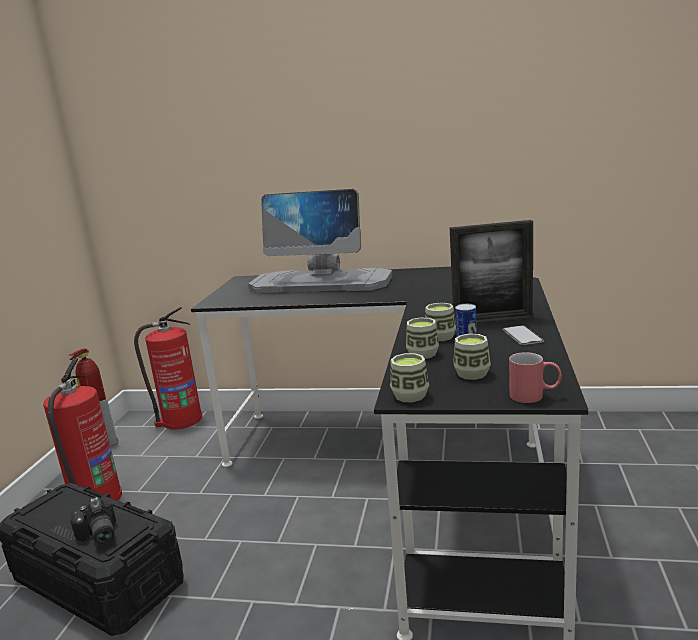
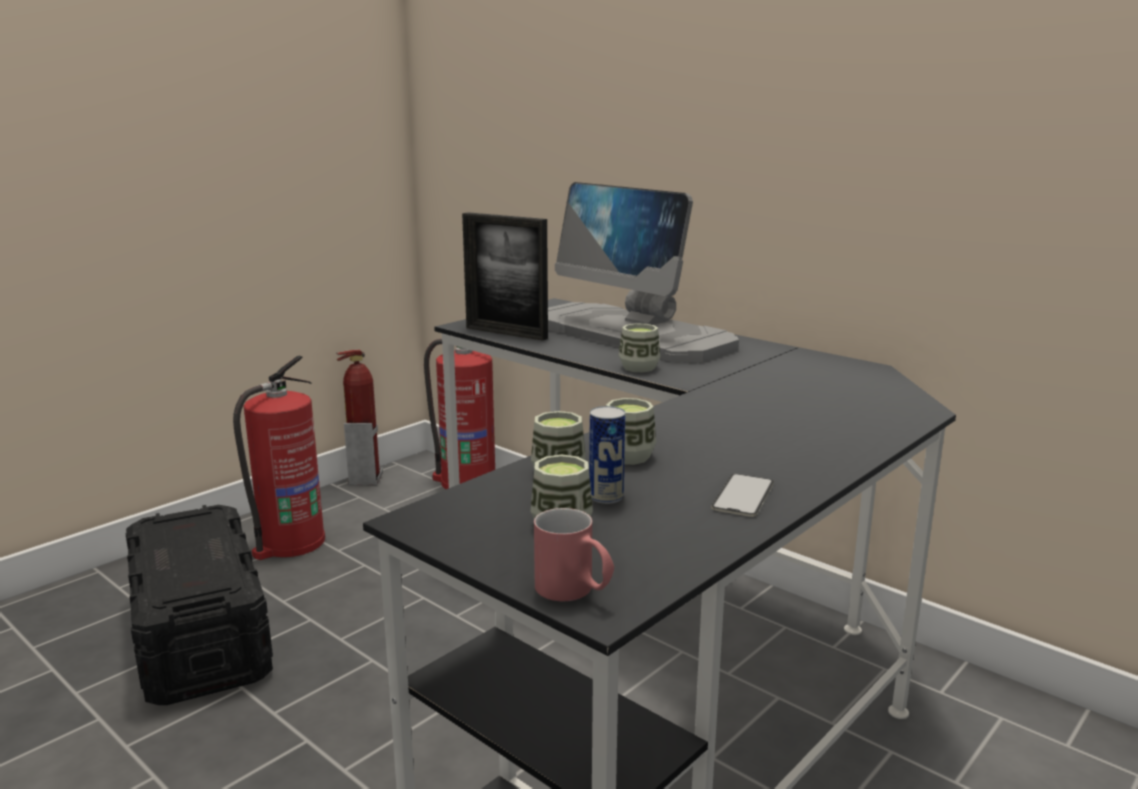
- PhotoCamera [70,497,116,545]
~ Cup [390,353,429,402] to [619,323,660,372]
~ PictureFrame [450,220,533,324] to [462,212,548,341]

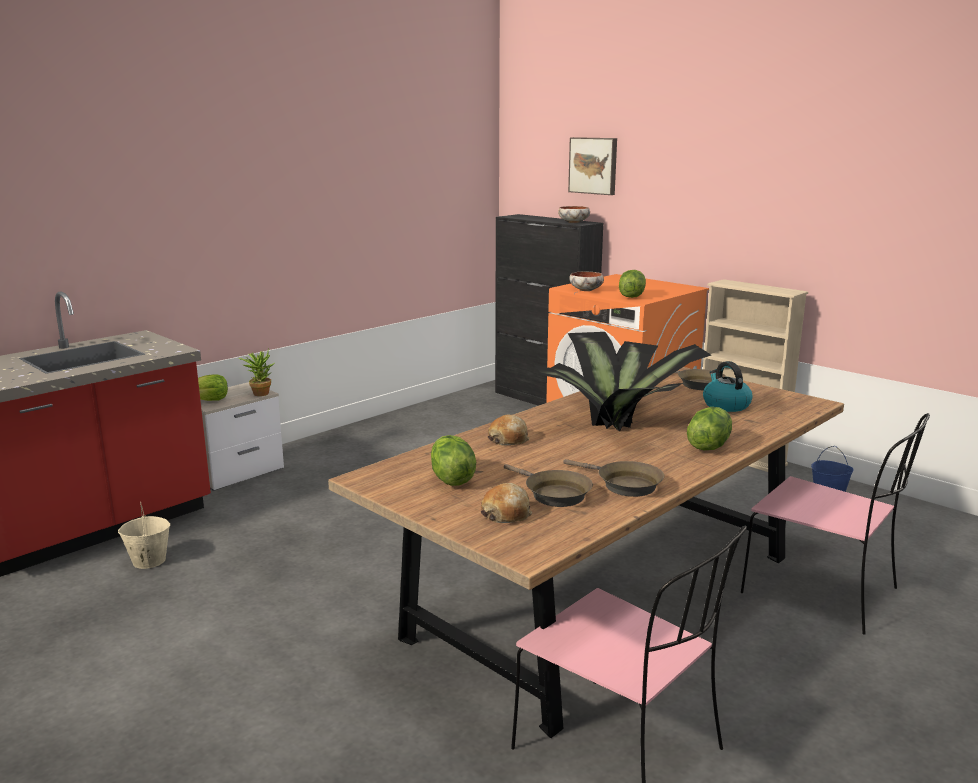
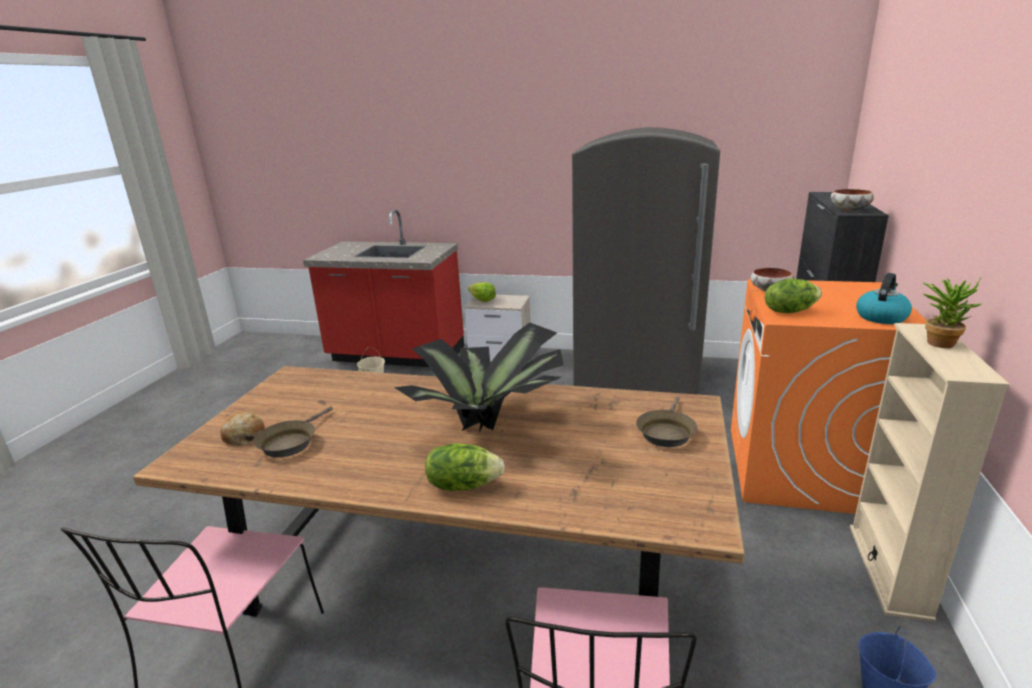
- Lettuce [431,435,476,486]
- Bread [488,414,530,445]
- BrownFryingPan [563,459,664,497]
- Picture [568,137,617,195]
+ GreyFridge [572,127,720,395]
~ PottedPlant [239,348,275,396] to [922,278,983,348]
~ Kettle [703,361,752,412] to [856,273,912,324]

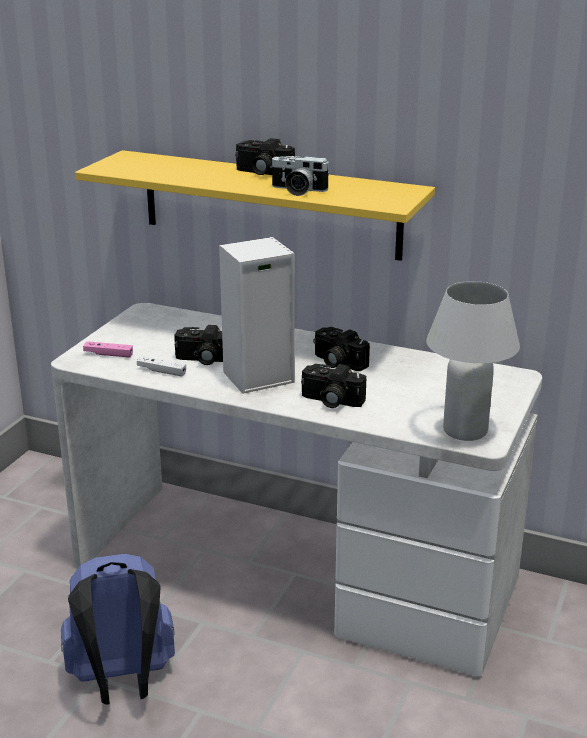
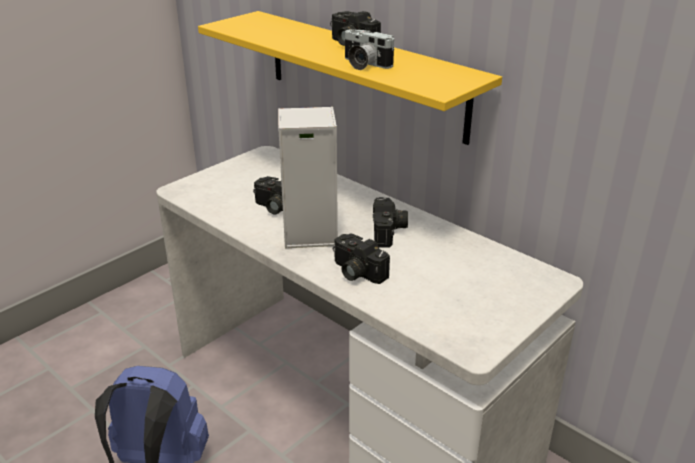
- PinkGameController [83,341,133,358]
- WhiteGameController [137,356,186,376]
- WhiteTableLamp [426,281,520,441]
~ PhotoCamera [313,327,370,371] = [373,197,408,248] 150 degrees counterclockwise

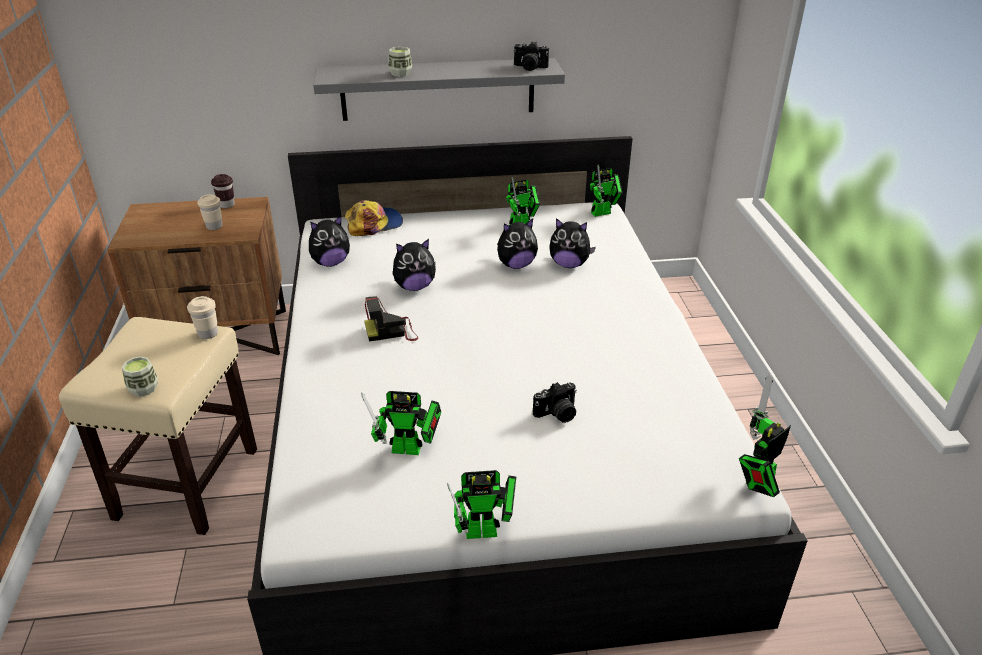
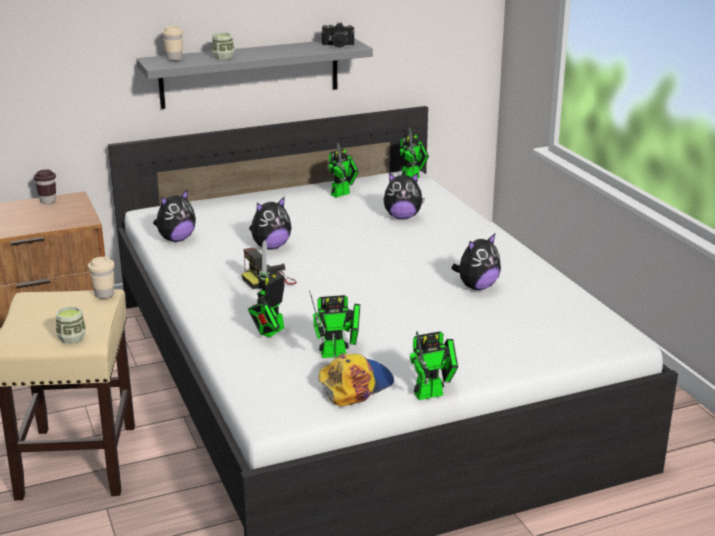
- PhotoCamera [533,382,577,423]
~ BeigeCup [197,194,222,230] to [162,26,183,61]
~ Cap [345,200,403,236] to [318,353,394,406]
~ PlushToy [497,219,538,269] to [451,234,501,290]
~ ToyRobot [739,374,791,497] to [248,240,285,338]

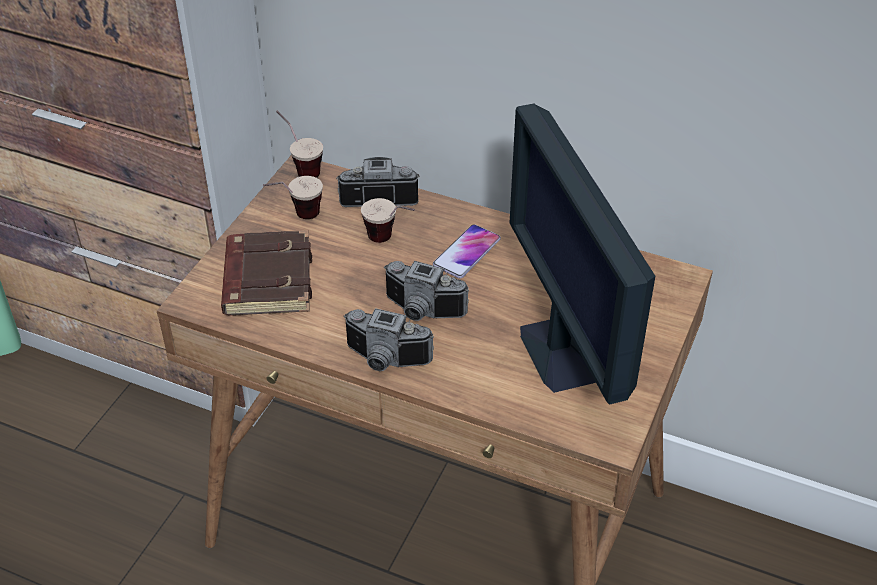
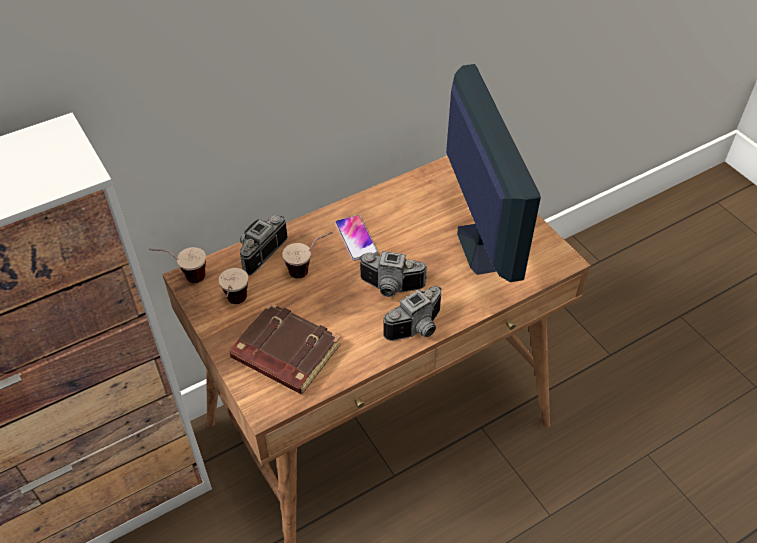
~ PhotoCamera [384,261,469,321] = [358,251,428,297] 45 degrees clockwise
~ Monitor [509,104,655,404] = [446,64,541,282] 120 degrees counterclockwise

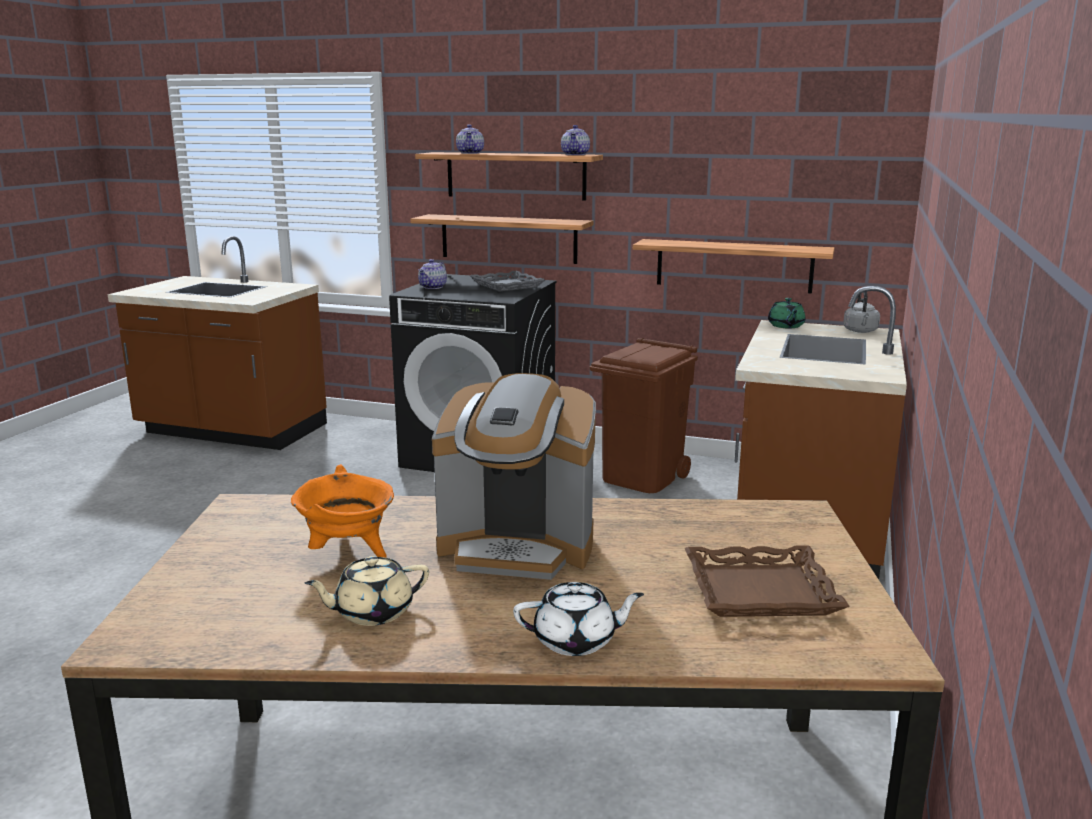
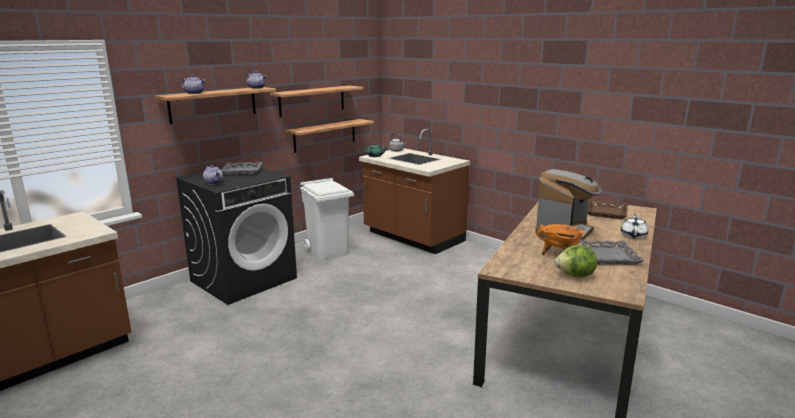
+ Lettuce [555,245,597,278]
~ Shelf [410,214,593,264] to [270,86,363,117]
~ BeigeTeapot [305,556,429,626] to GreyTray [580,240,644,265]
~ BrownTrashCan [590,338,698,493] to WhiteTrashCan [300,178,354,259]

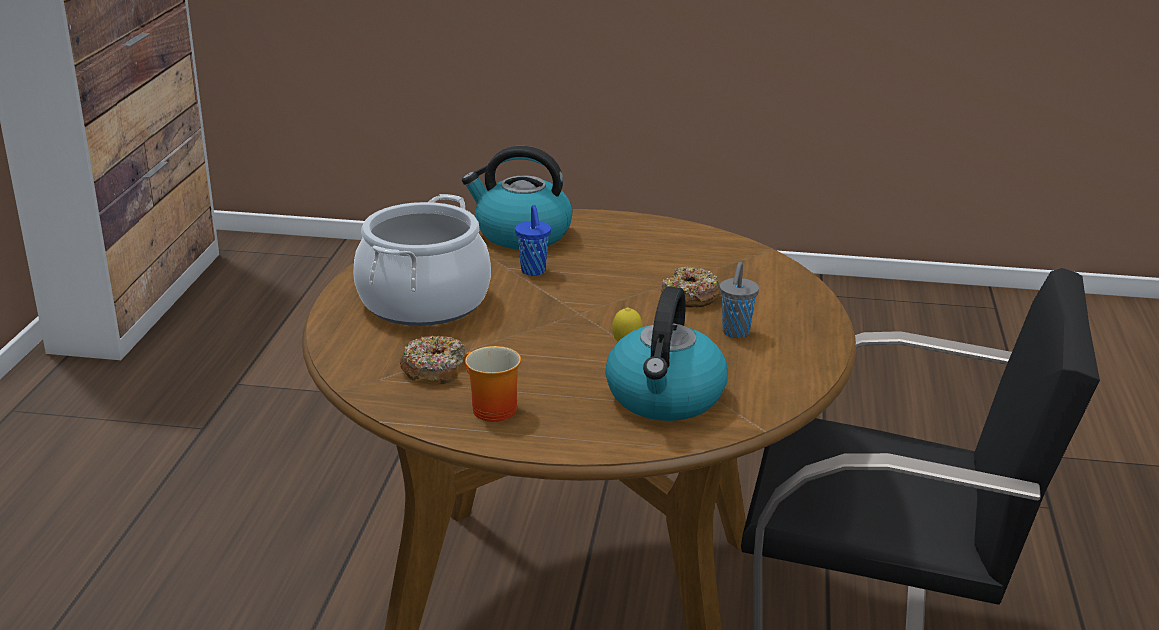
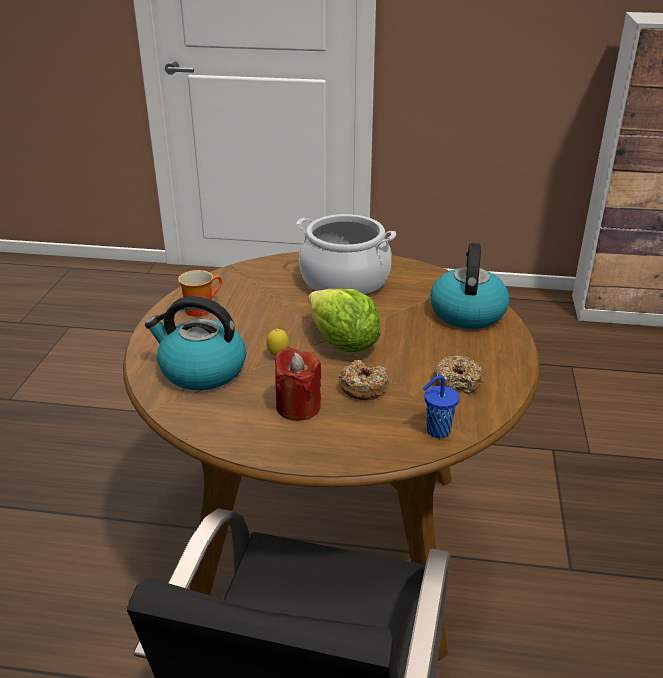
+ Lettuce [309,289,380,352]
~ Donut [399,336,466,384] to [433,355,483,394]
~ BlueCup [515,205,551,276] to [423,375,459,438]
~ GreyCup [720,262,759,338] to RedCandle [274,347,322,421]

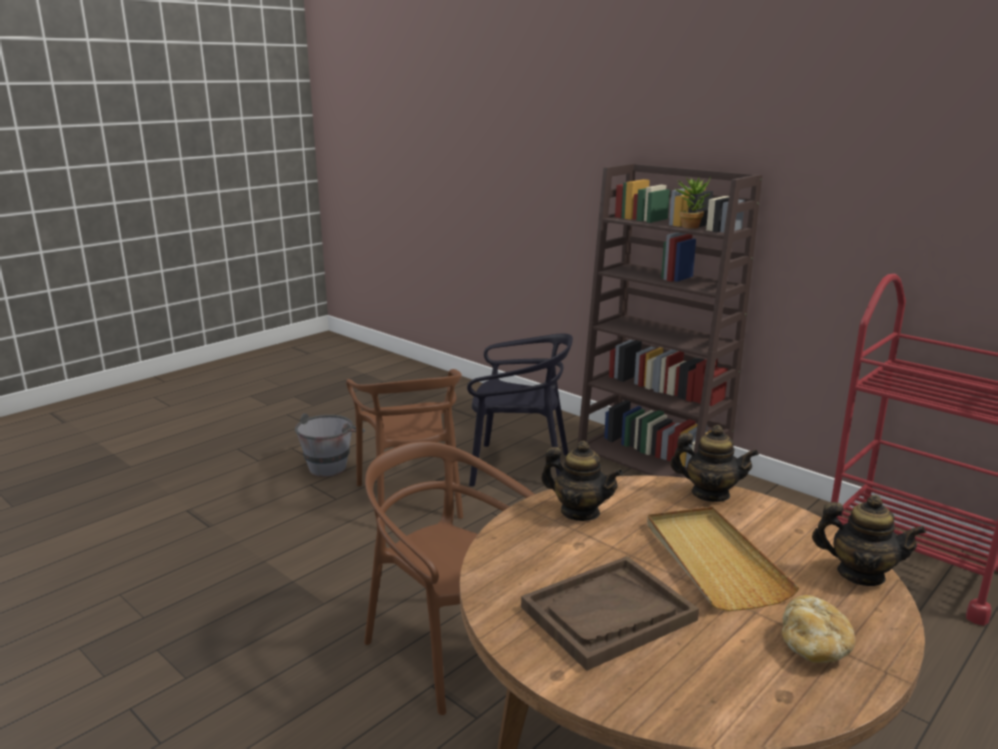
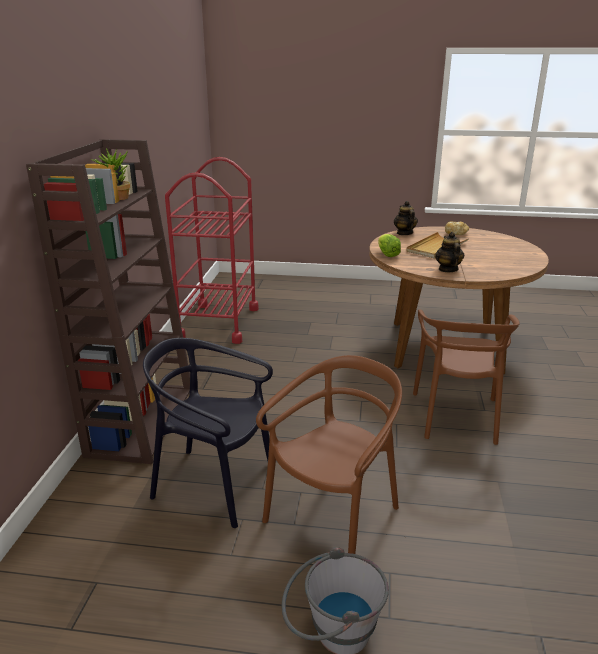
- BrownTray [521,556,699,671]
~ Teapot [670,425,759,502] to Lettuce [378,234,401,257]
~ BlackChair [467,333,573,487] = [143,338,273,528] 45 degrees counterclockwise

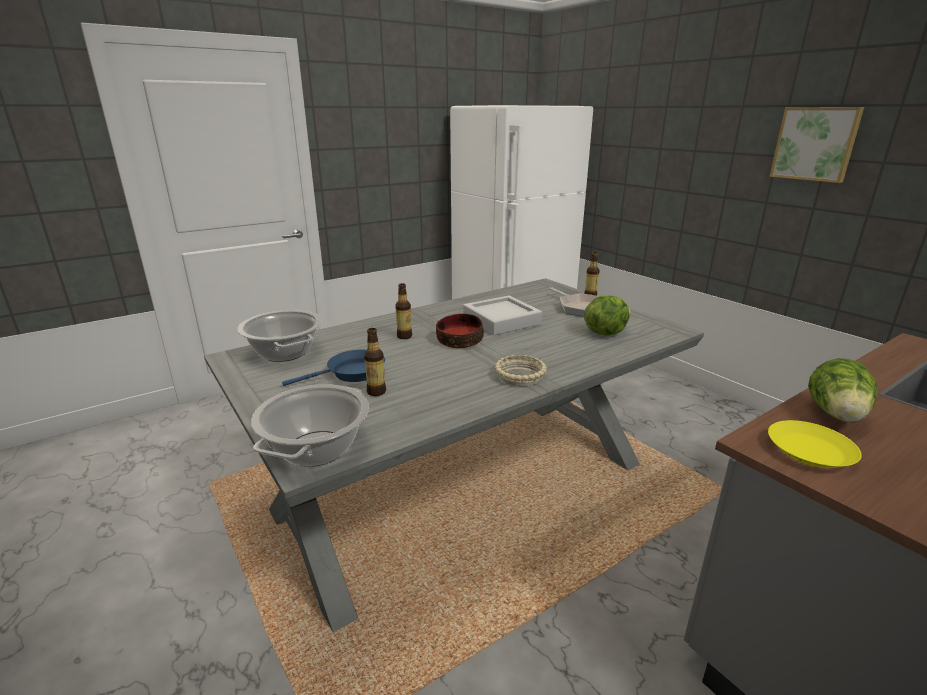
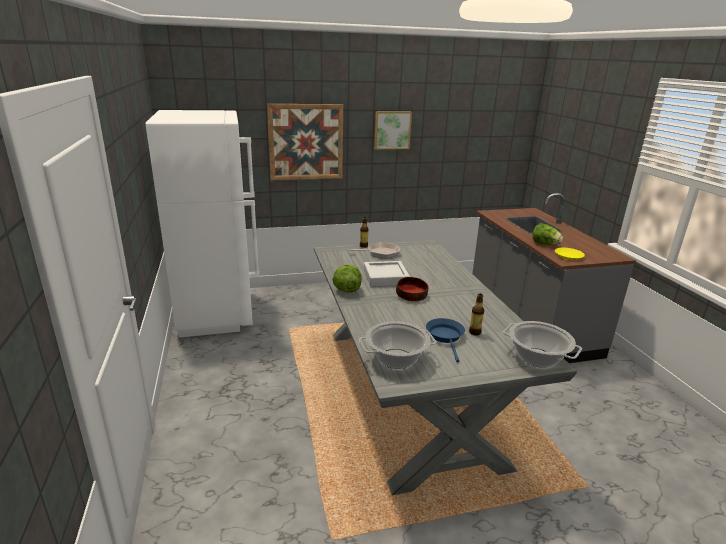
- Bottle [395,283,412,339]
- BeigeBowl [495,355,547,386]
+ Picture [267,104,343,180]
~ Lettuce [584,295,631,336] to [333,265,362,293]

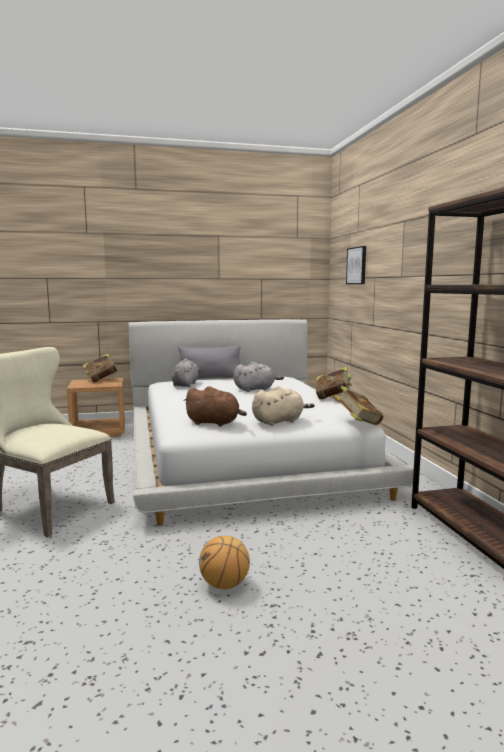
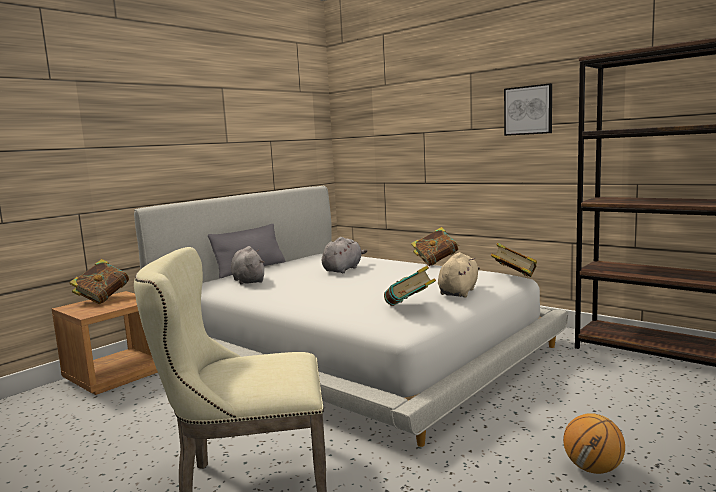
~ Picture [346,246,366,284] to [504,83,552,136]
~ BrownPlushToy [184,386,247,426] to Book [384,266,436,306]

